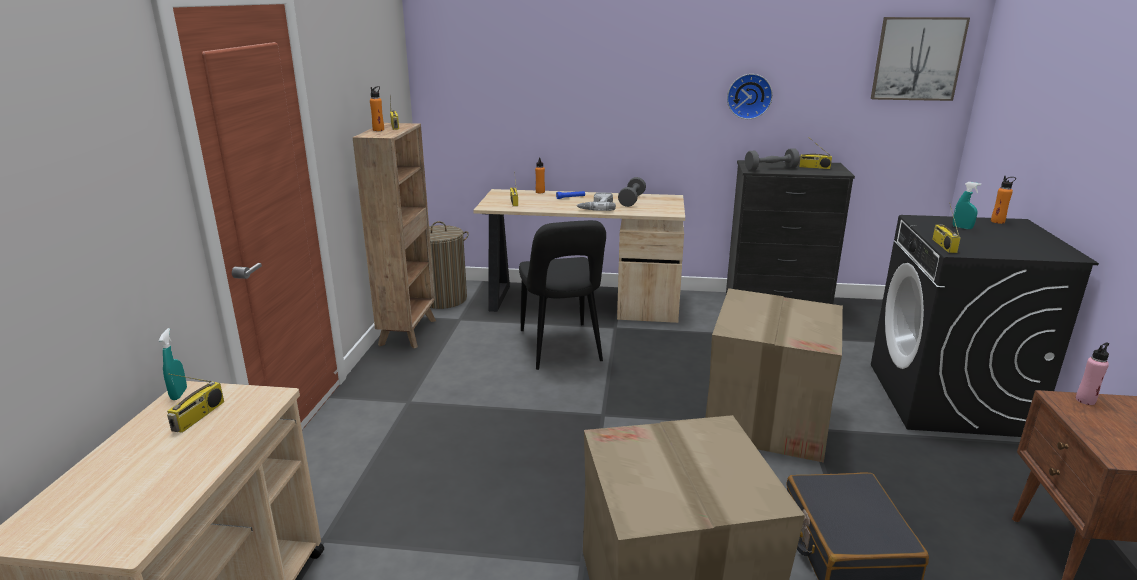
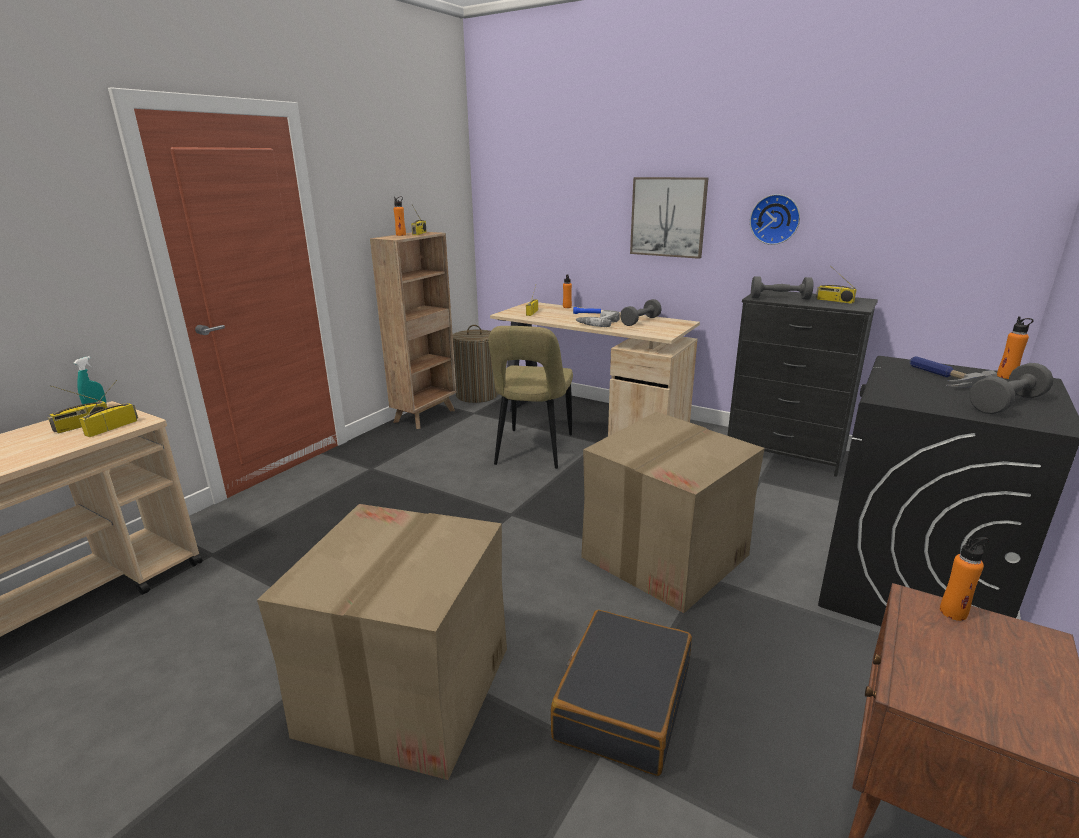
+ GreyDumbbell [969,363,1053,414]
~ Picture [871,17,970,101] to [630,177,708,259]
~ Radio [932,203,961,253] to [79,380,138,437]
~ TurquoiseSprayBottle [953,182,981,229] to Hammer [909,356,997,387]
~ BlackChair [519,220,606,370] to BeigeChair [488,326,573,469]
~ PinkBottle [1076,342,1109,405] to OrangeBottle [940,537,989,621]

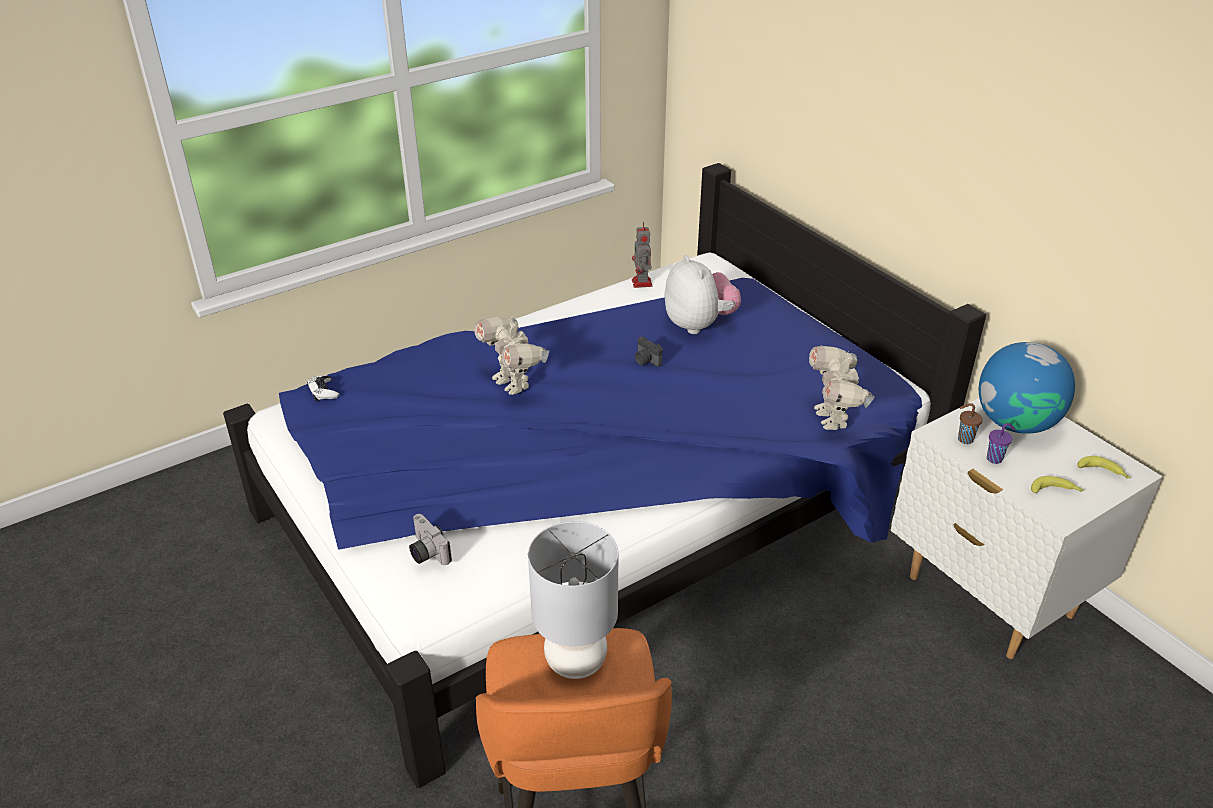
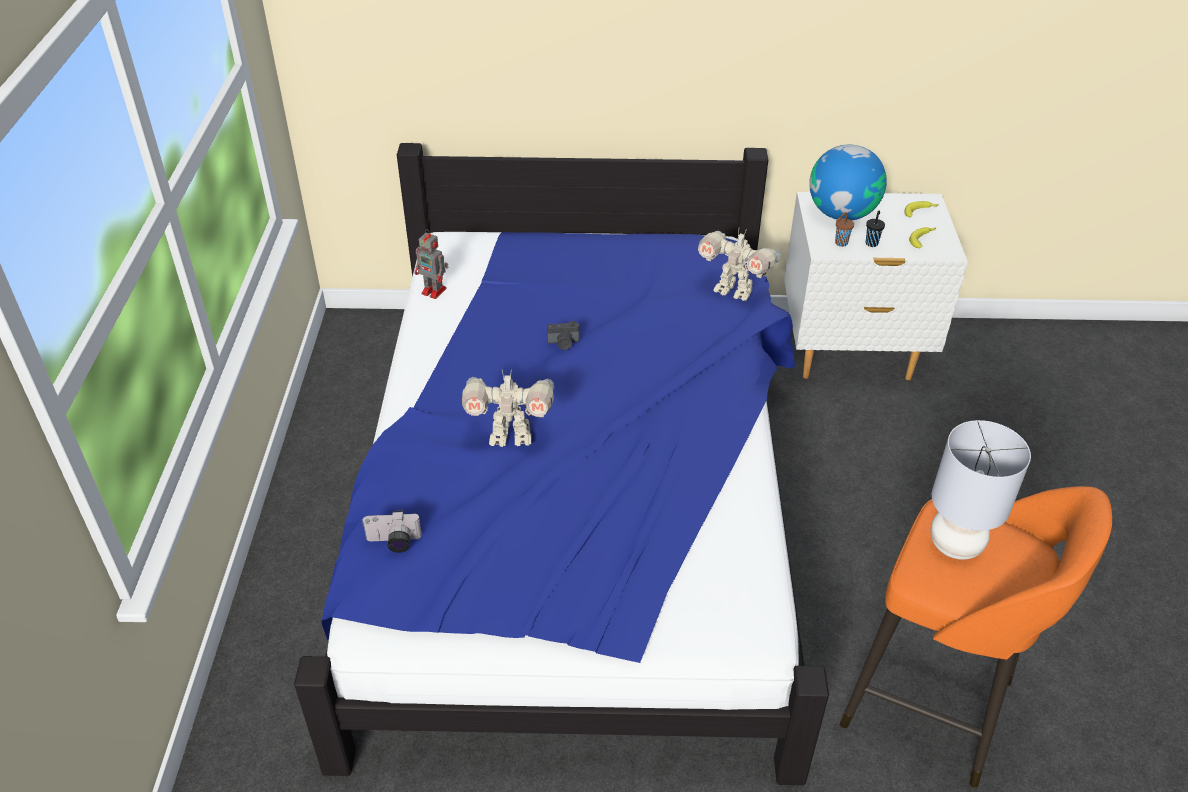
- WhiteGameController [307,375,339,401]
- PlushToy [665,255,741,334]
~ PhotoCamera [409,514,452,565] to [363,511,422,553]
~ PurpleCup [987,423,1015,464] to BlackCup [865,211,885,247]

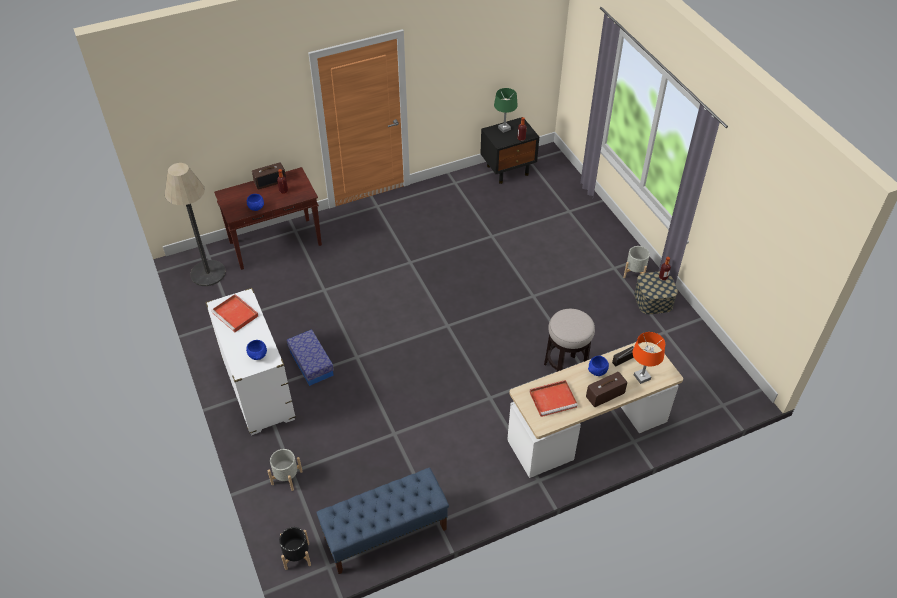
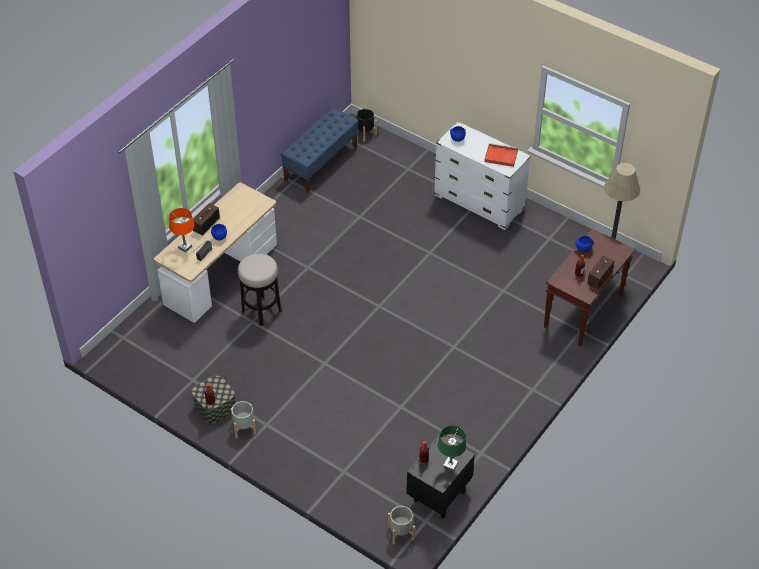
- StorageBox [287,329,334,386]
- RedTray [530,380,578,417]
~ GreyPlanter [268,449,303,491] to [388,506,415,544]

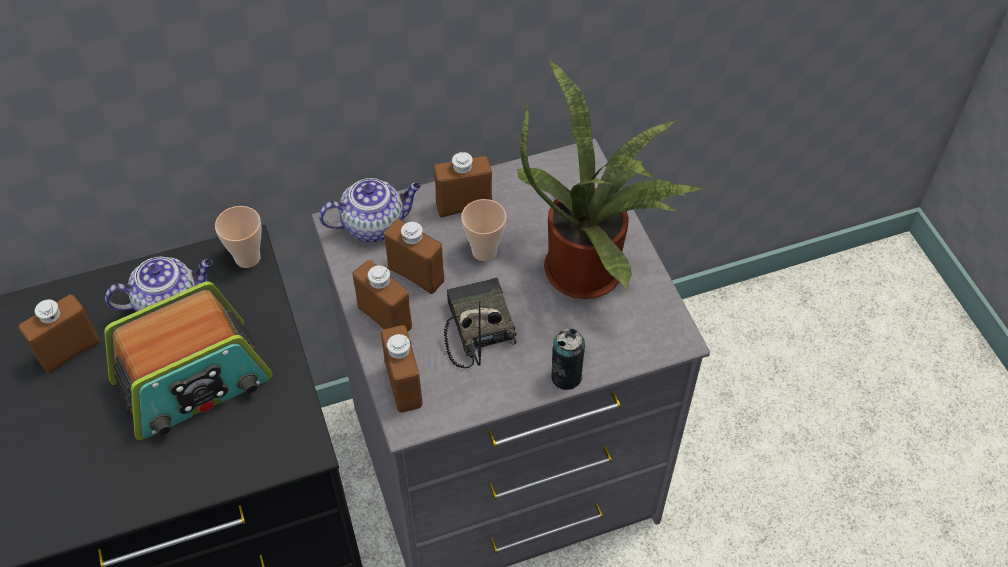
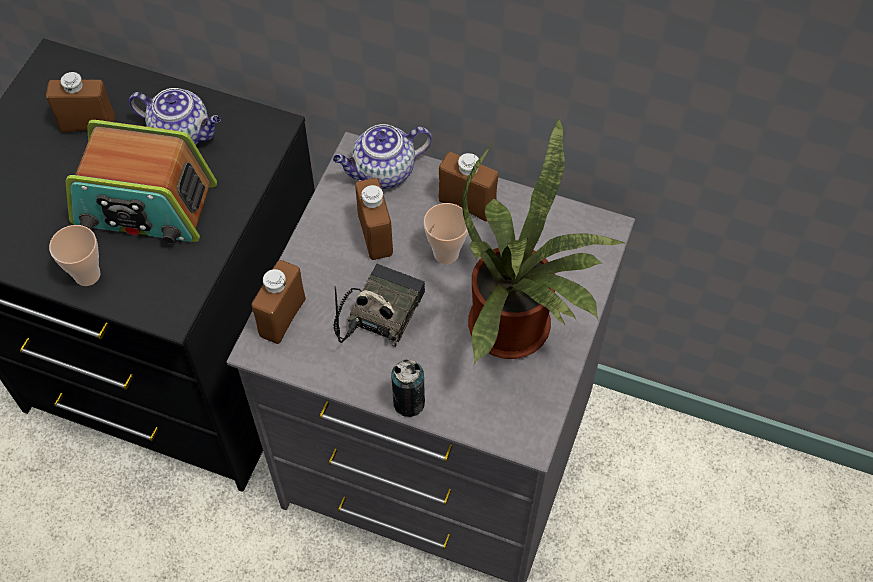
- BrownBottle [353,260,412,331]
~ Cup [215,206,261,268] to [49,225,100,286]
~ Teapot [319,178,421,242] = [333,124,432,189] 135 degrees clockwise

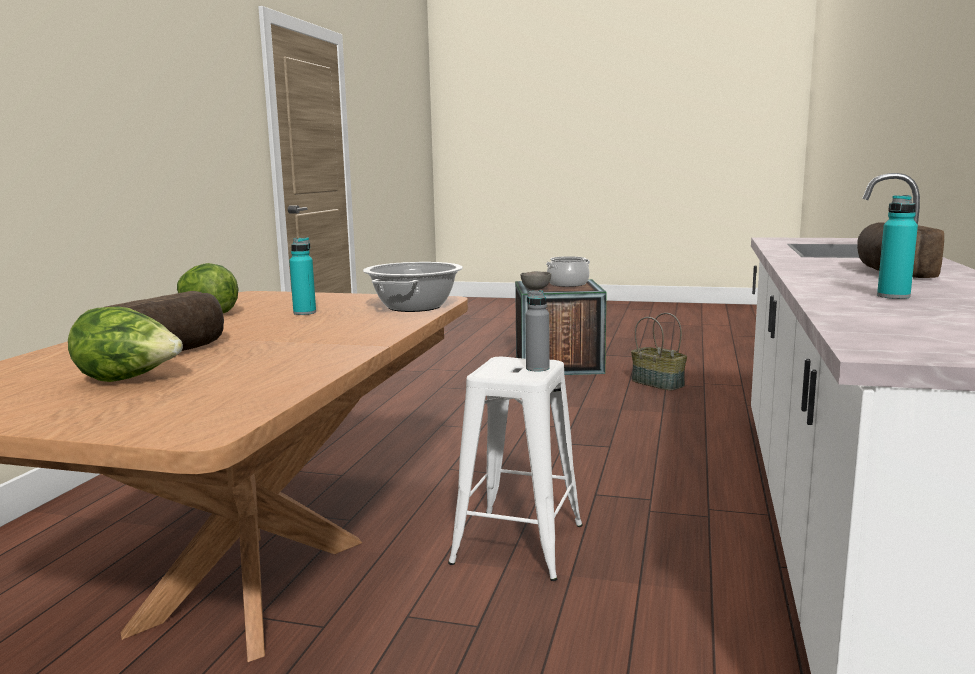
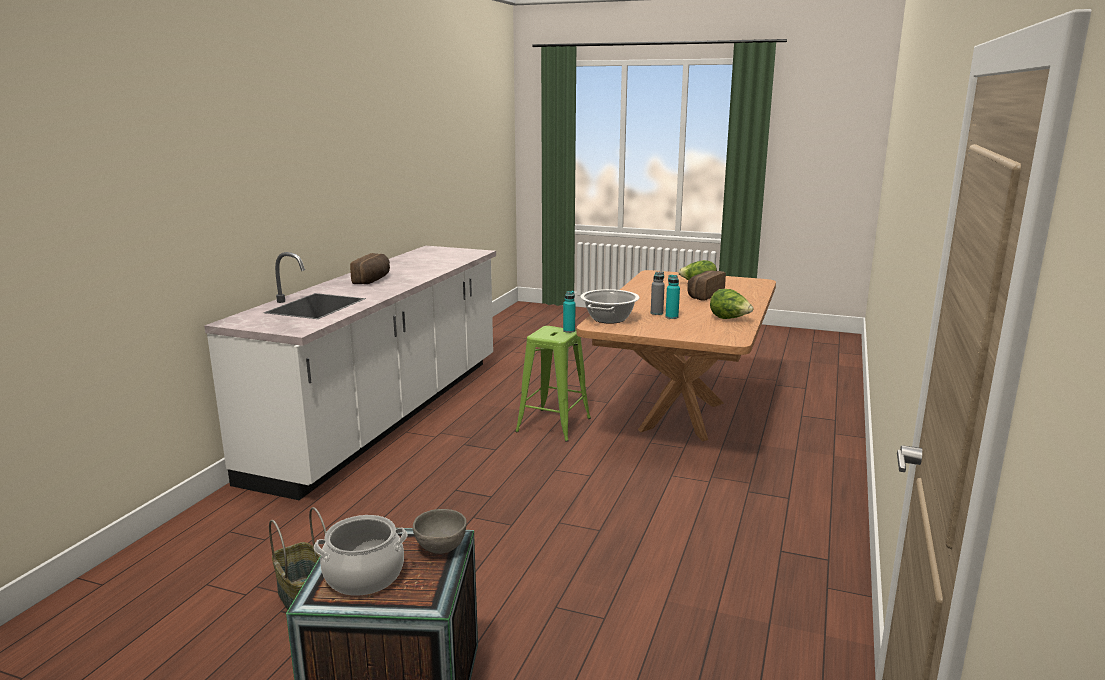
~ GreyBottle [526,290,549,372] to [651,271,665,315]
~ TurquoiseBottle [877,195,918,299] to [563,291,575,333]
~ WhiteStool [448,357,583,581] to GreenStool [515,326,591,442]

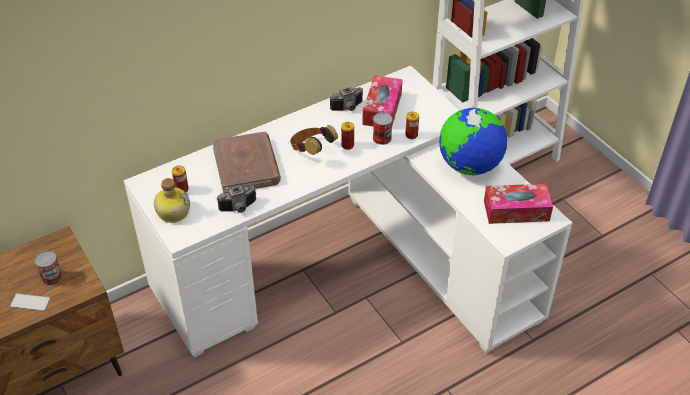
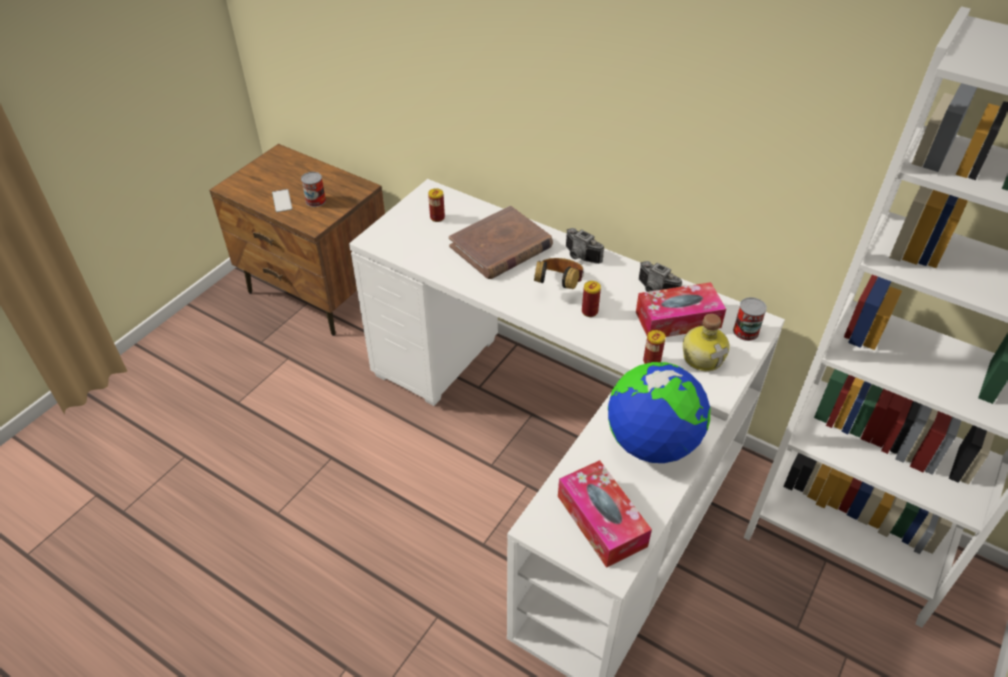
~ Bottle [154,178,190,223] to [683,314,730,371]
~ PhotoCamera [216,186,256,213] to [566,228,604,264]
~ Can [373,112,393,145] to [733,297,767,341]

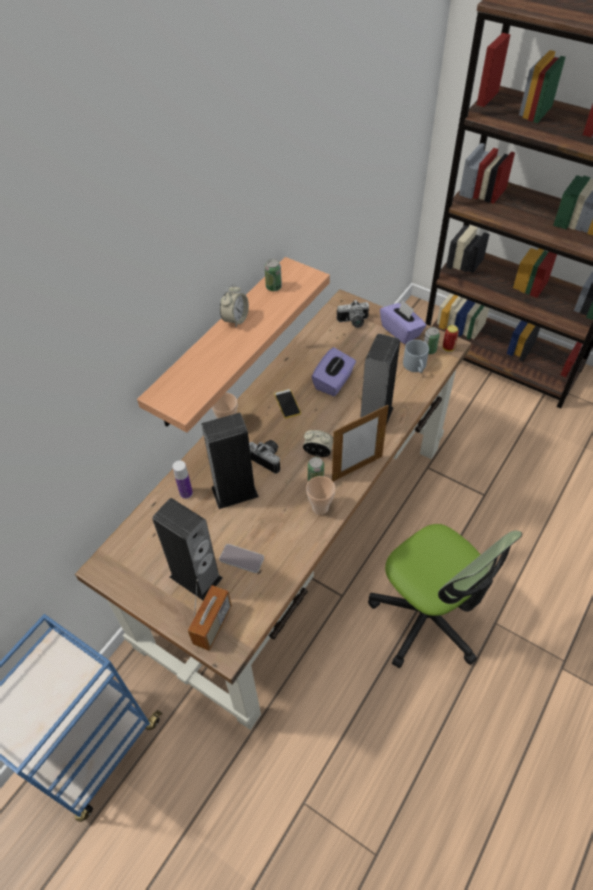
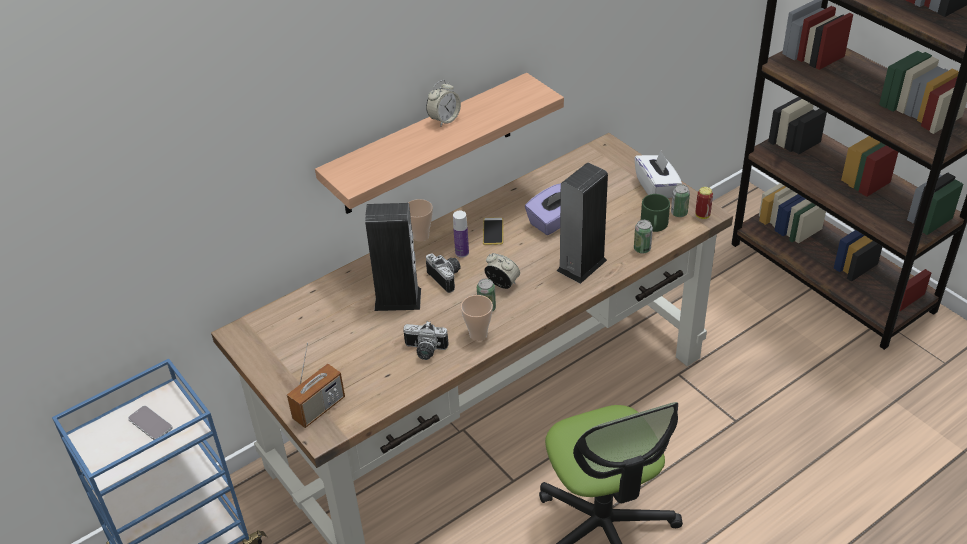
- Speaker [153,498,223,600]
- PictureFrame [332,405,389,481]
~ Bottle [173,460,193,499] to [453,211,469,258]
~ Phone [219,544,264,573] to [128,405,173,440]
~ Can [264,259,282,291] to [634,220,653,253]
~ PhotoCamera [337,300,369,328] to [403,321,449,360]
~ PurpleTissueBox [380,300,426,344] to WhiteTissueBox [634,150,682,198]
~ GreyMug [403,340,429,373] to GreenMug [641,194,670,232]

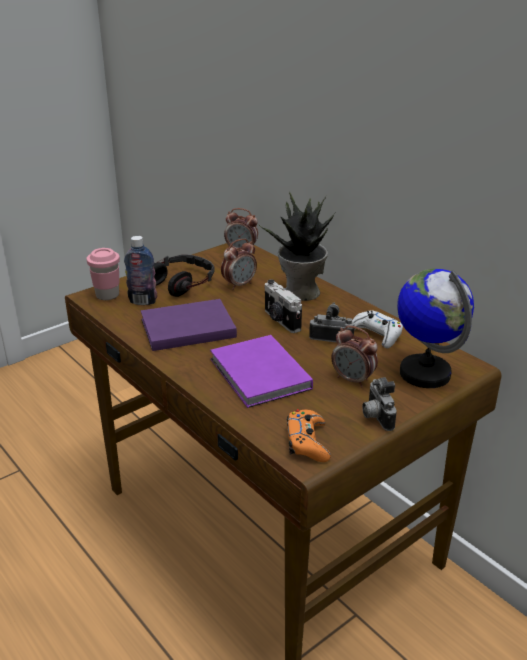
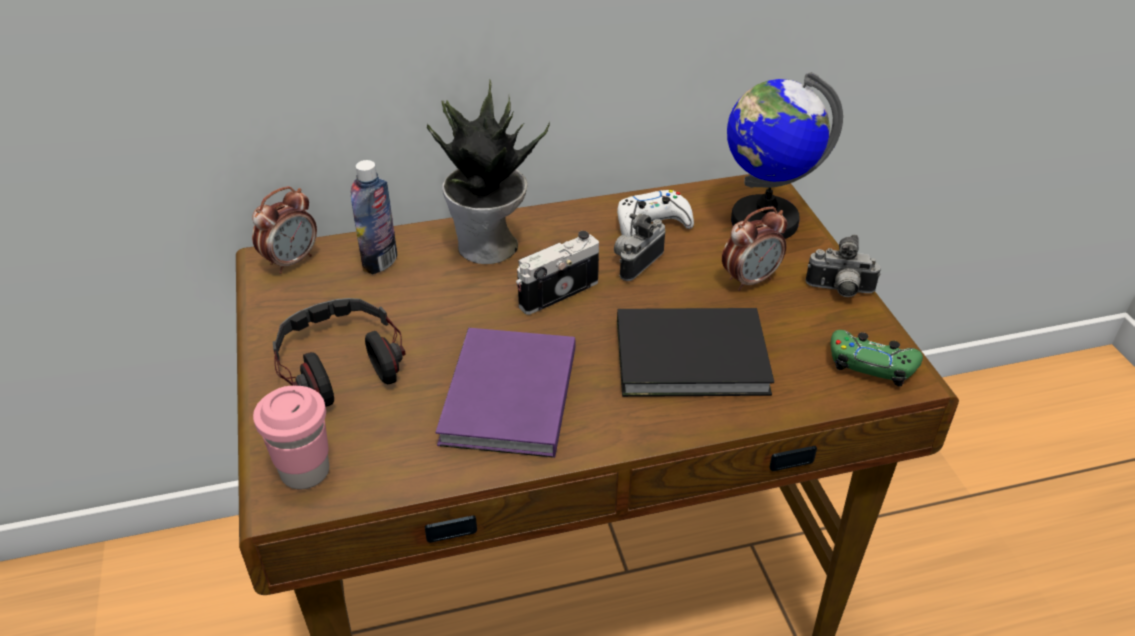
- AlarmClock [221,239,257,290]
~ Bottle [124,236,157,305] to [351,160,397,274]
~ PurpleBook [210,335,313,408] to BlackBook [617,308,774,397]
~ OrangeGameController [287,409,331,462] to GreenGameController [831,330,923,387]
~ PhotoCamera [265,280,302,333] = [516,231,599,315] 150 degrees clockwise

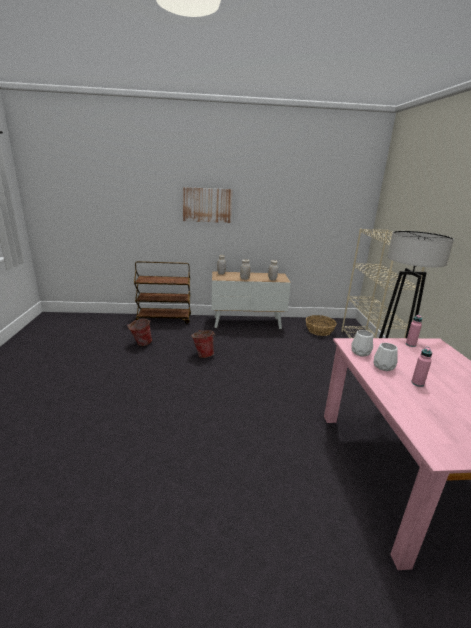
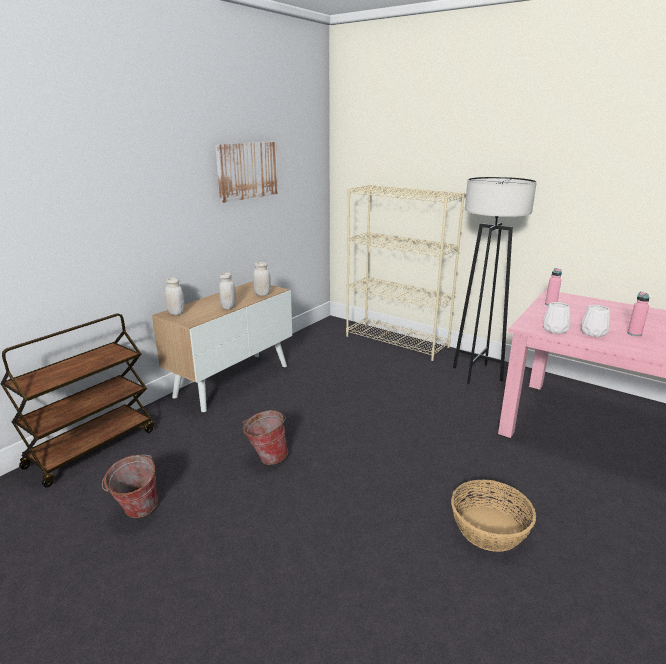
~ Picture [183,187,232,223] to [215,142,278,203]
~ Basket [306,315,337,336] to [451,480,536,552]

